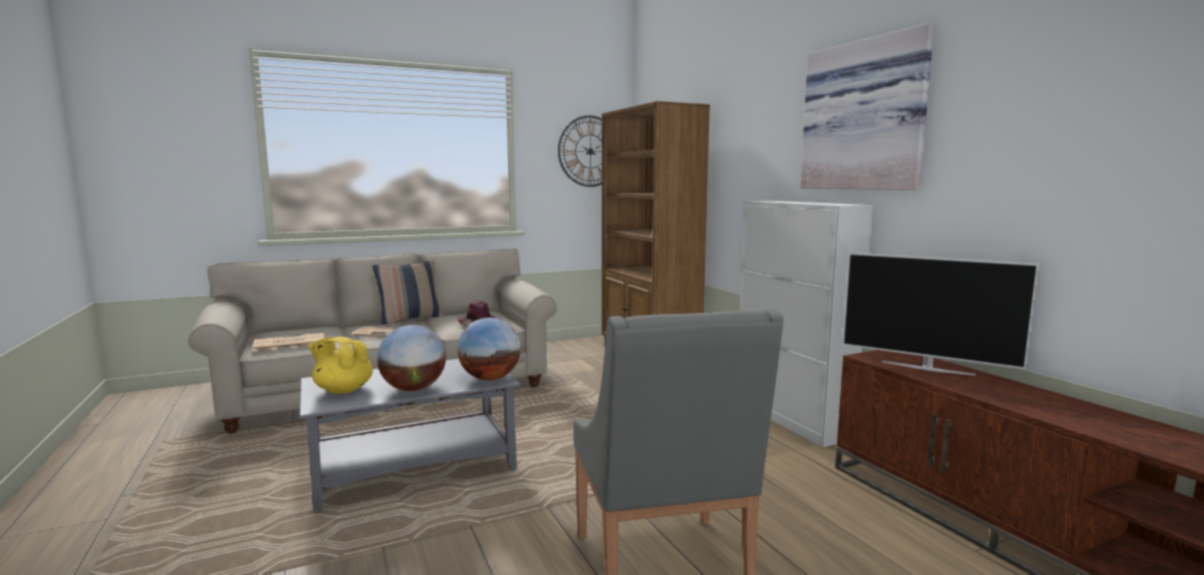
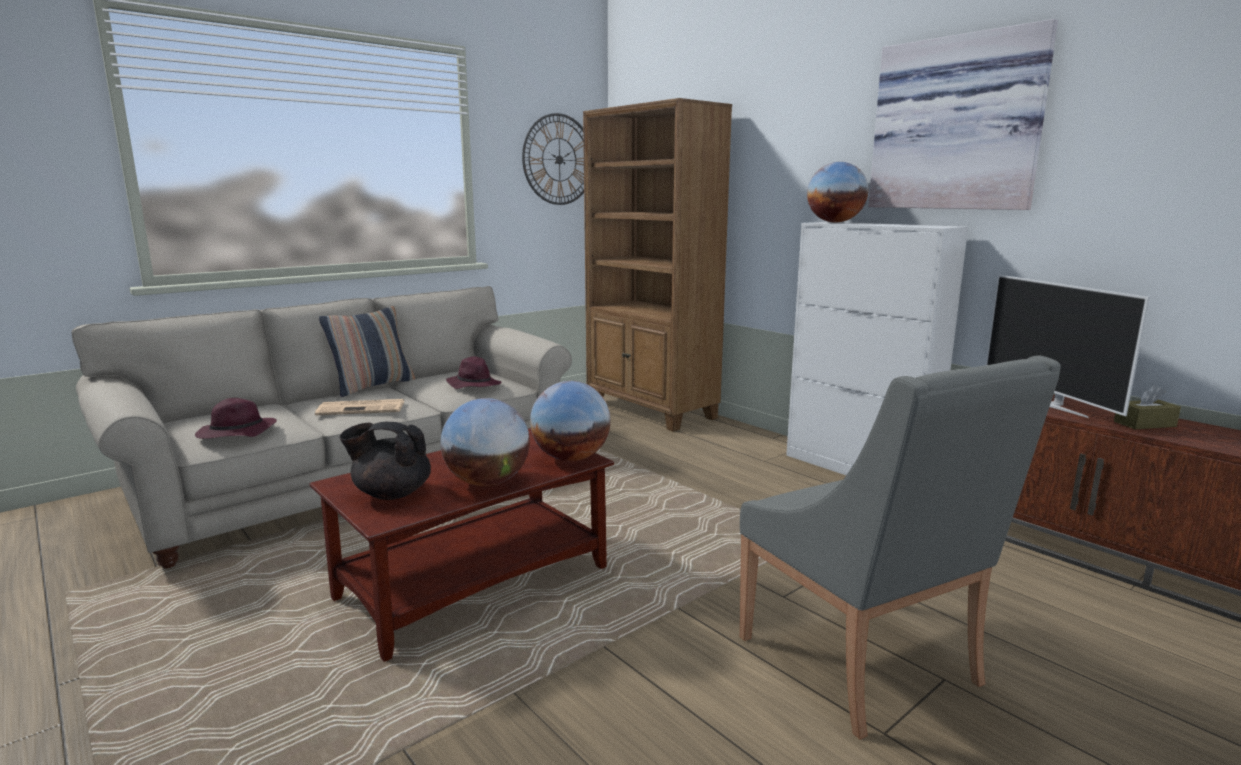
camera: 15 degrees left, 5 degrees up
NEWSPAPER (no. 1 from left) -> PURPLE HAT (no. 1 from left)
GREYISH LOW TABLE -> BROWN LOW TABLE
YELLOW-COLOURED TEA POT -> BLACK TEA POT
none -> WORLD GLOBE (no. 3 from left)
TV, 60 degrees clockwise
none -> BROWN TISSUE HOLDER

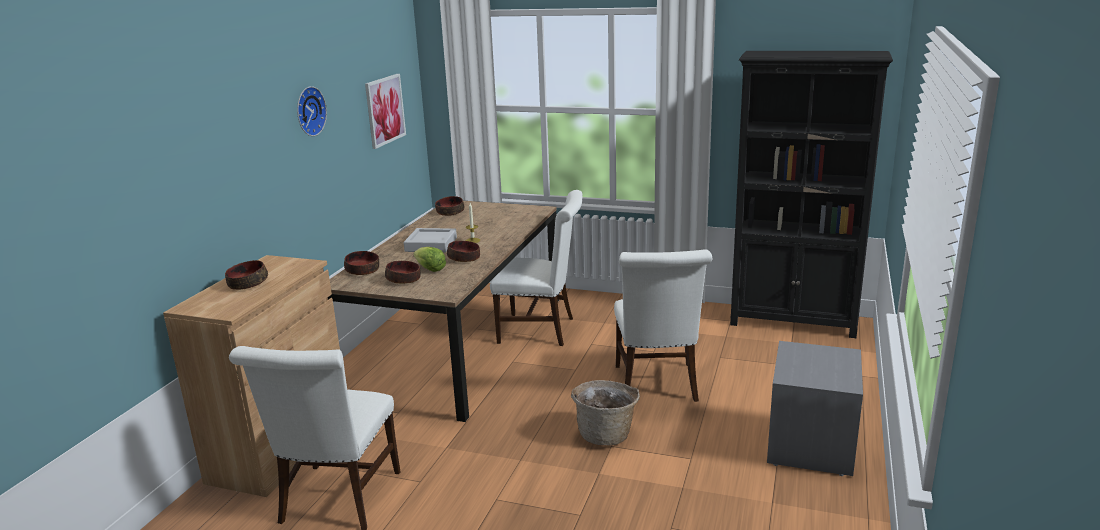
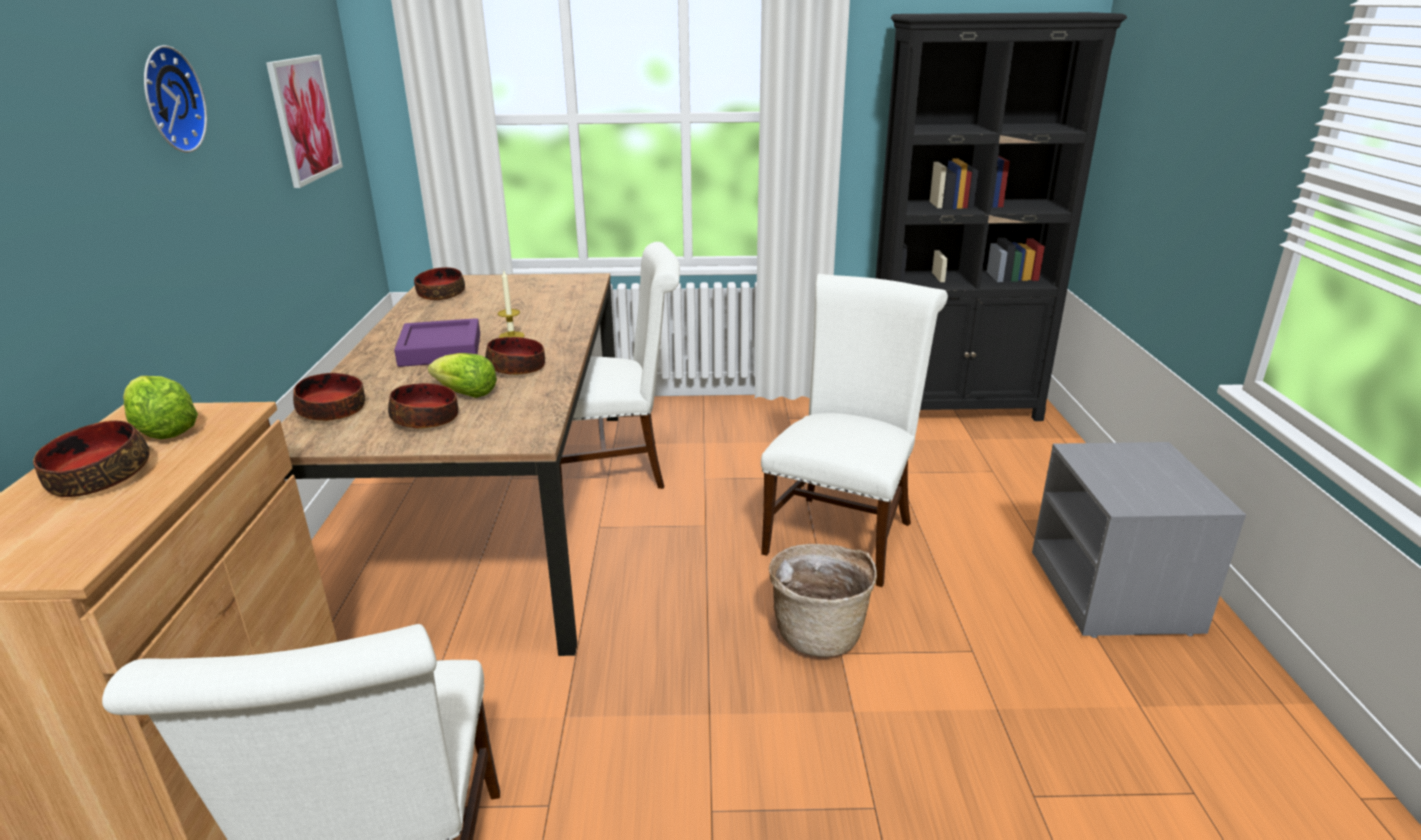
camera: 20 degrees left, 5 degrees up
none -> LETTUCE (no. 1 from left)
GREYISH CARRYING TRAY -> PURPLE CARRYING TRAY
WHITISH UPRIGHT CHAIR (no. 3 from left), 135 degrees counterclockwise

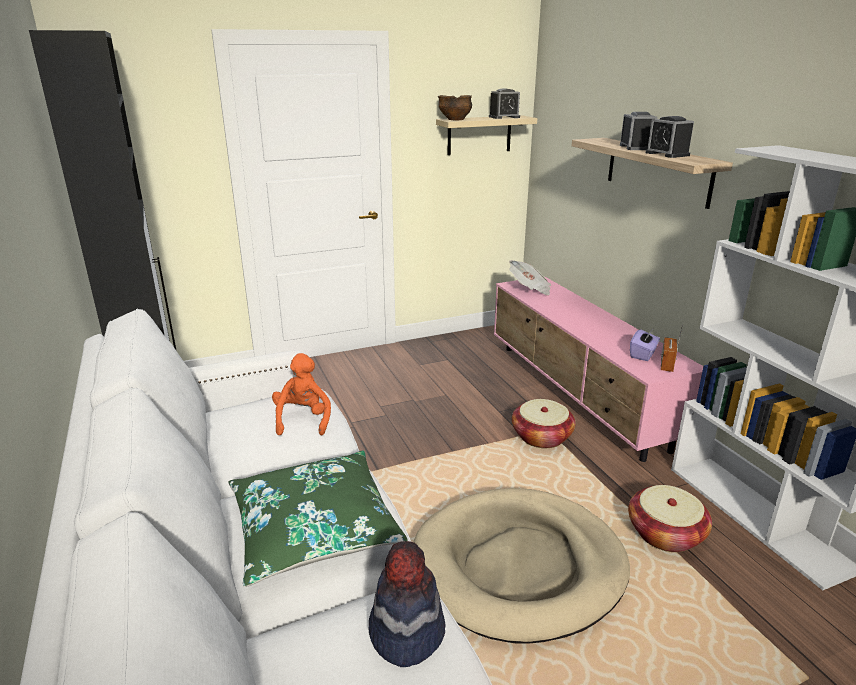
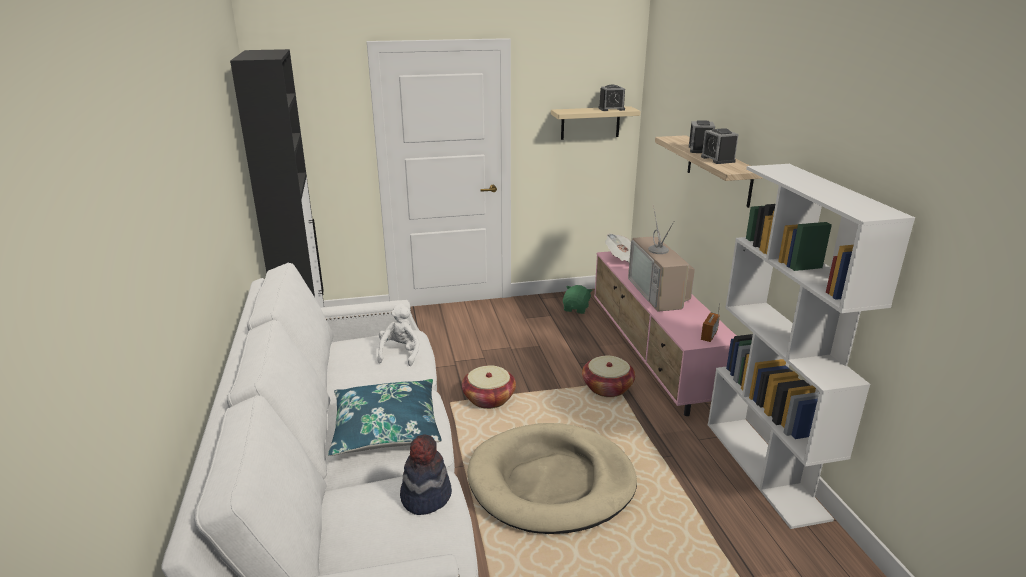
camera: 10 degrees right, 0 degrees up
GREEN-COLOURED THROW PILLOW -> BLUE THROW PILLOW
ORANGE CUDDLY TOY -> WHITISH CUDDLY TOY
HOUSEHOLD BASKET (no. 2 from left in the first image) -> HOUSEHOLD BASKET (no. 1 from left), relocated
none -> GREEN-COLOURED CUDDLY TOY
none -> TV
DEEP DISH -> none
PURPLE TISSUE HOLDER -> none

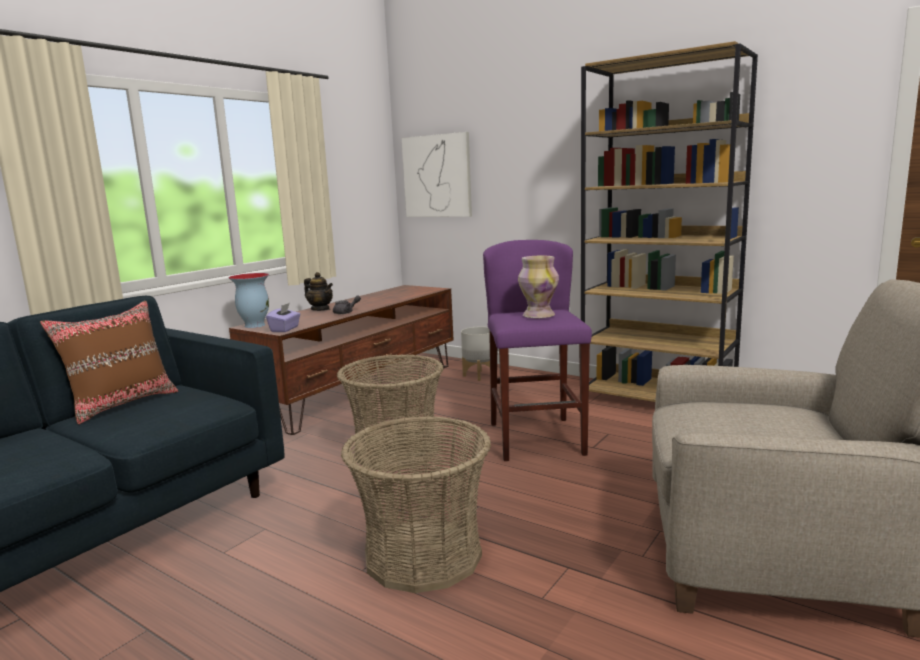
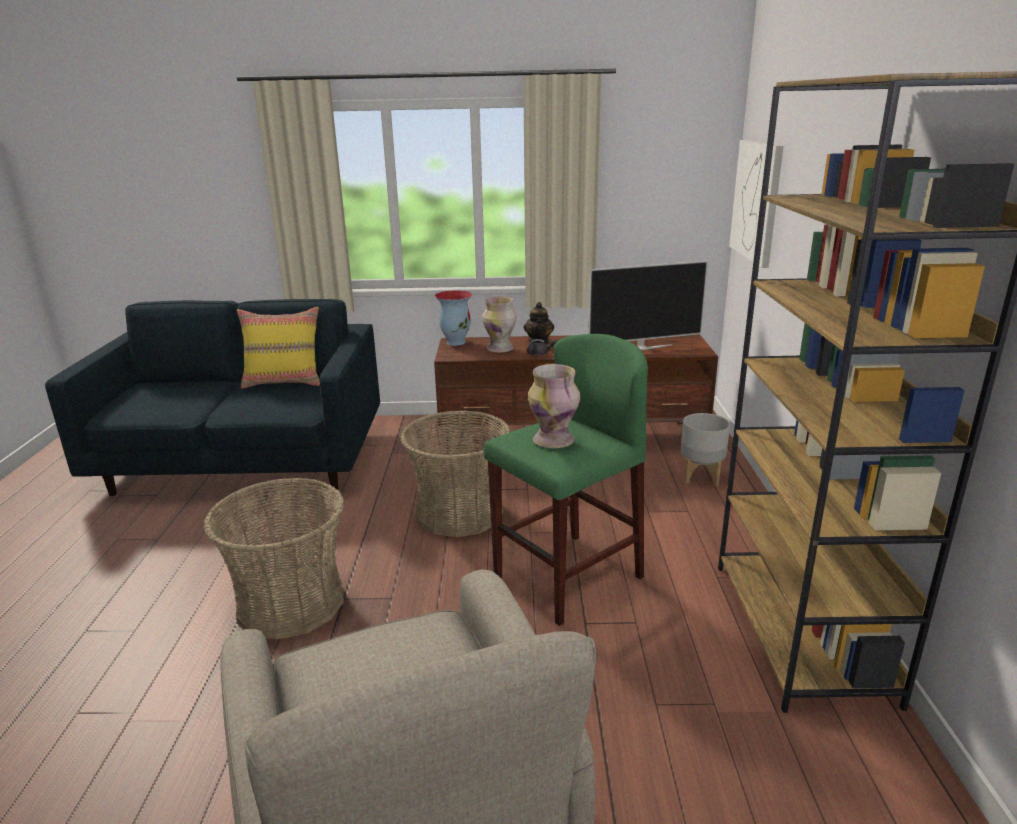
camera: 55 degrees right, 10 degrees up
BROWN THROW PILLOW -> YELLOW-COLOURED THROW PILLOW
none -> VASE (no. 2 from left)
PURPLE SITTING STOOL -> GREEN-COLOURED SITTING STOOL
none -> TV
PURPLE TISSUE HOLDER -> none

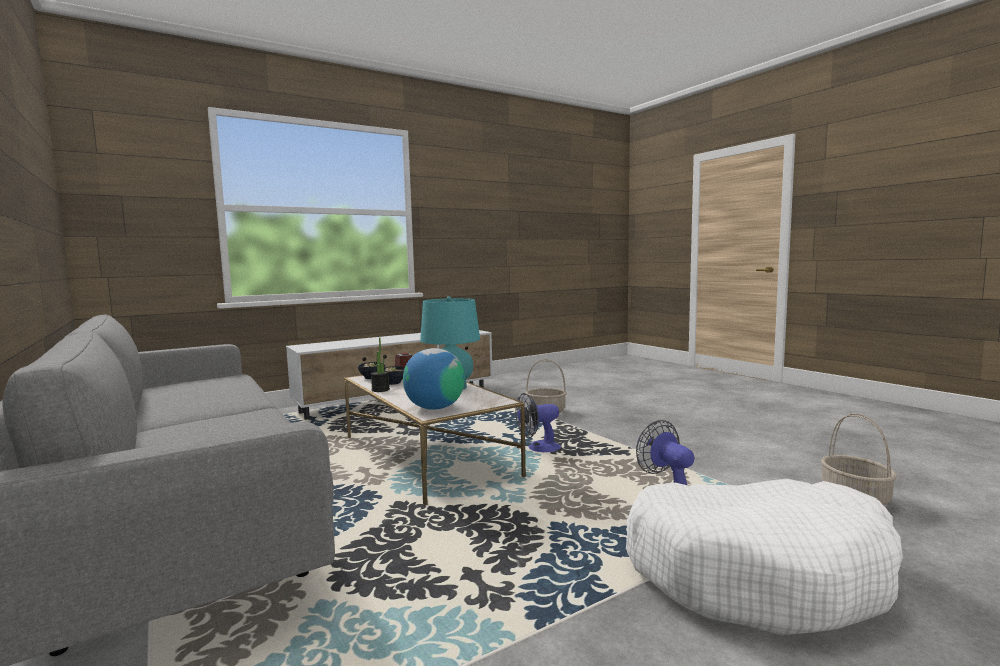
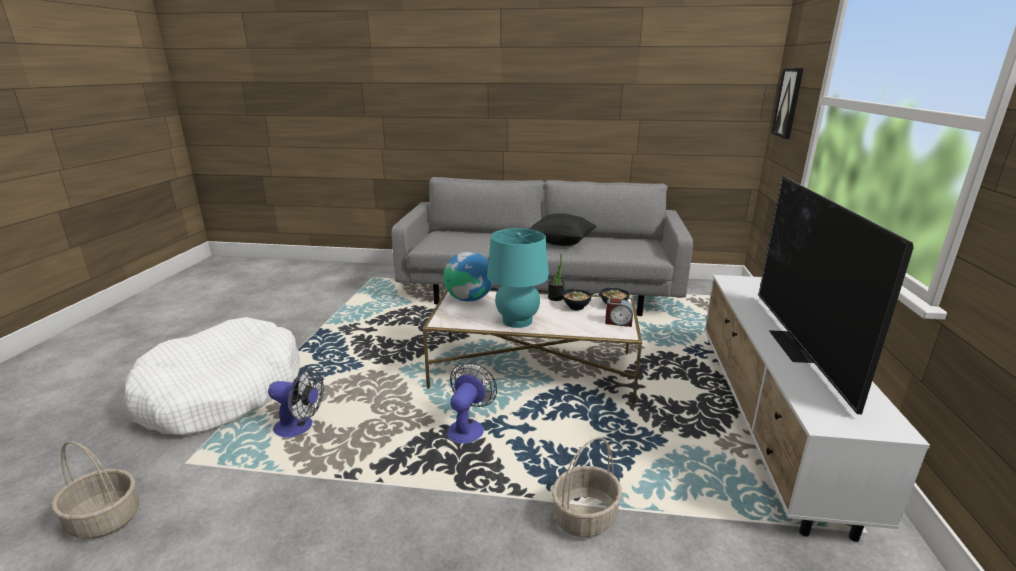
camera: 130 degrees right, 15 degrees up
none -> BLACK THROW PILLOW
none -> TV
none -> WALL ART

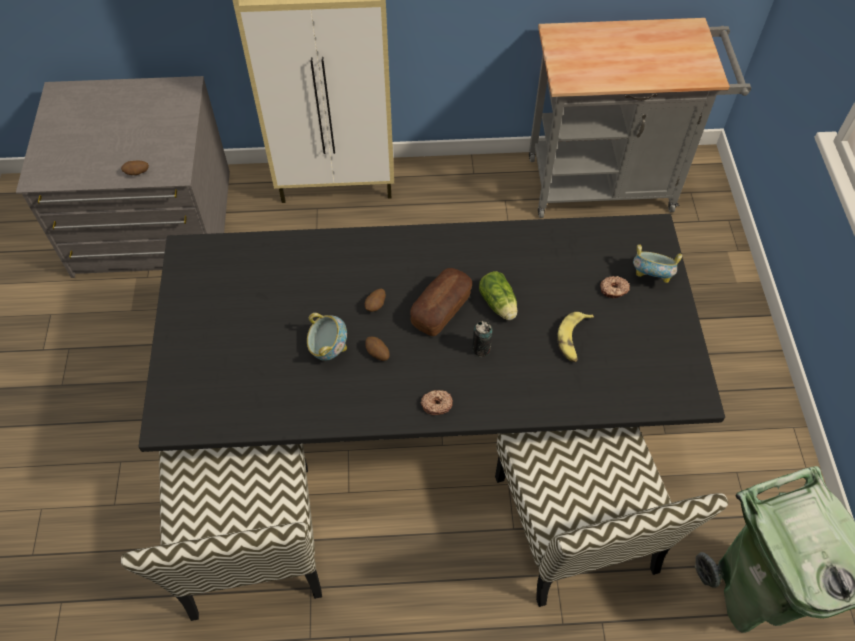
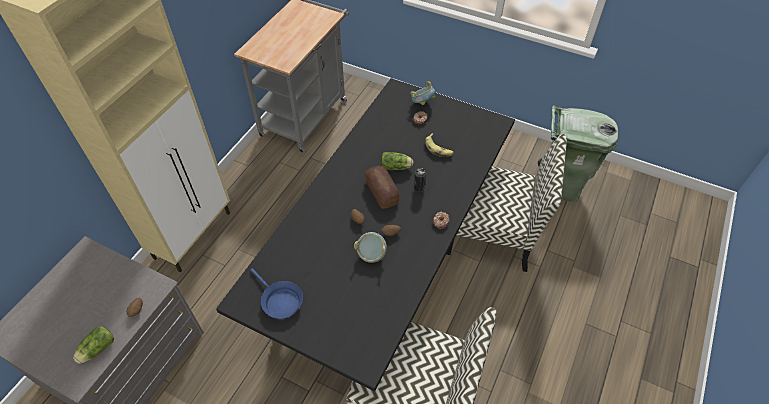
camera: 60 degrees left, 5 degrees down
none -> LETTUCE (no. 1 from left)
none -> BLUE SKILLET

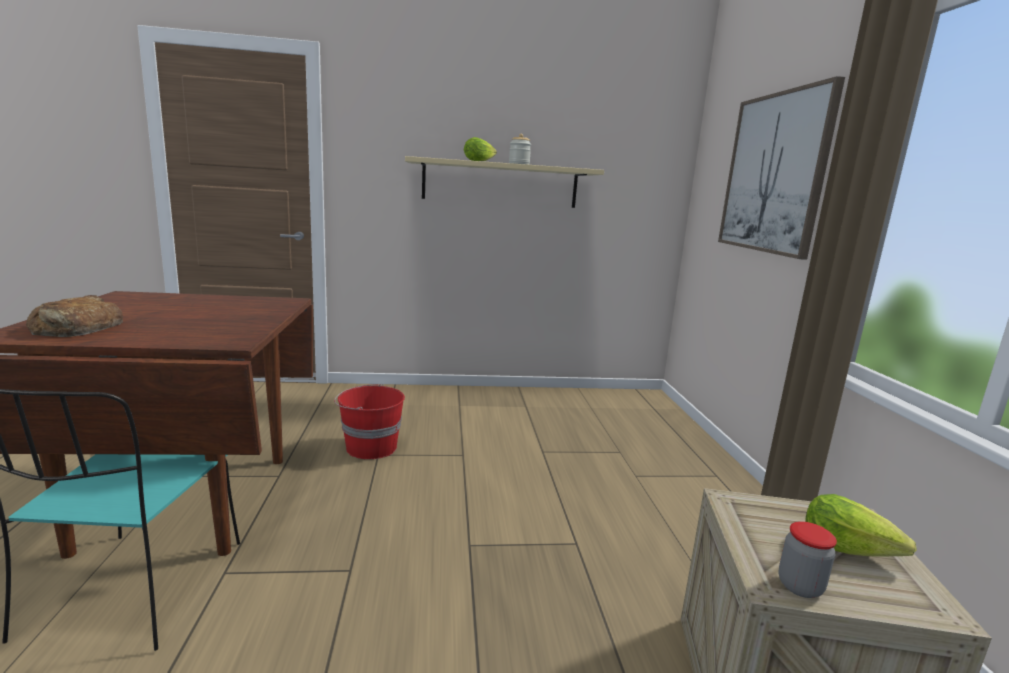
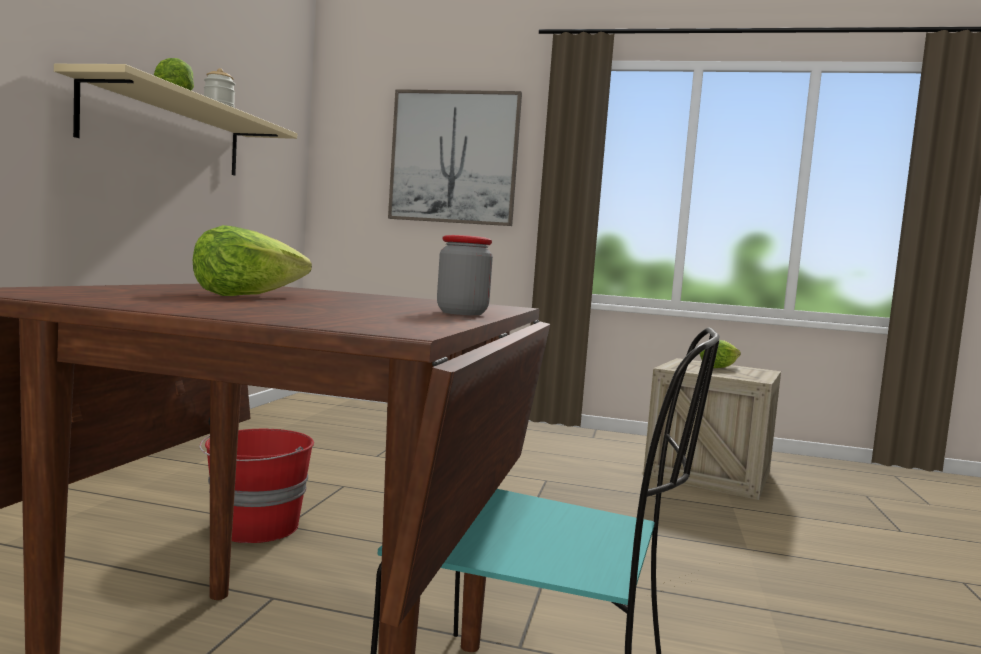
camera: 70 degrees left, 10 degrees down
none -> LETTUCE (no. 2 from left)
JAR (no. 2 from left), relocated
BREAD -> none

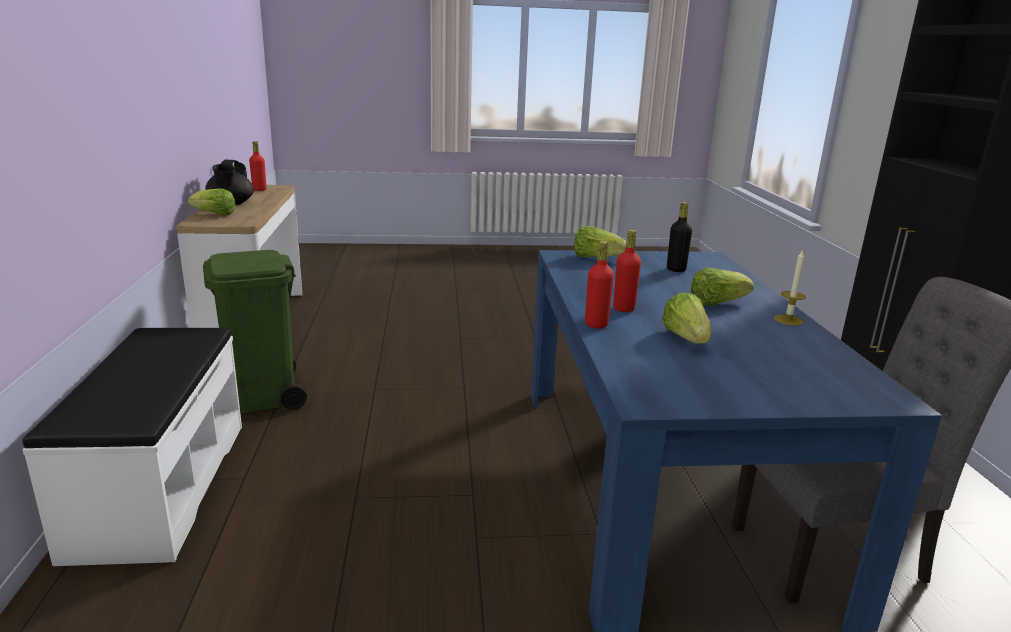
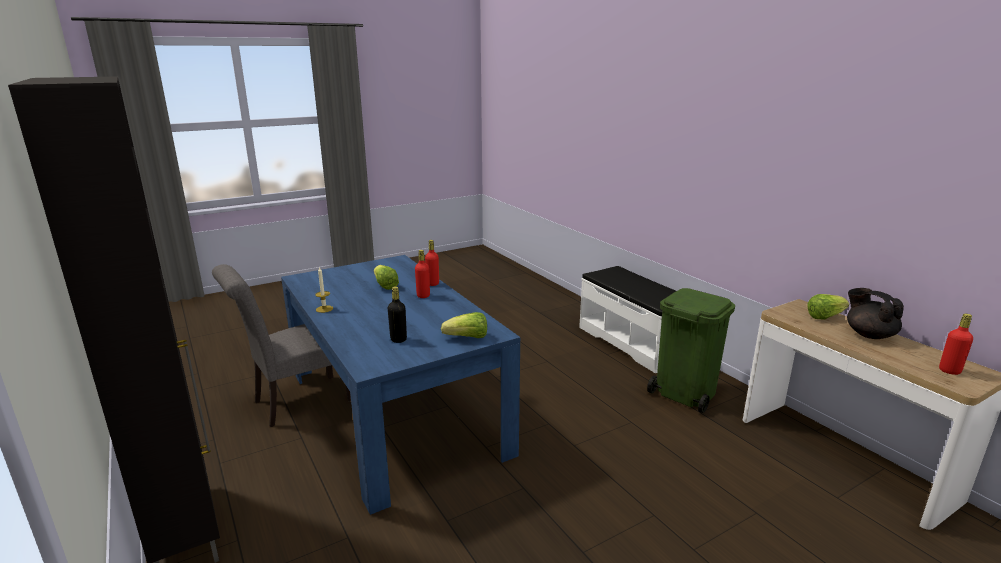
camera: 155 degrees right, 0 degrees up
LETTUCE (no. 4 from left) -> none

